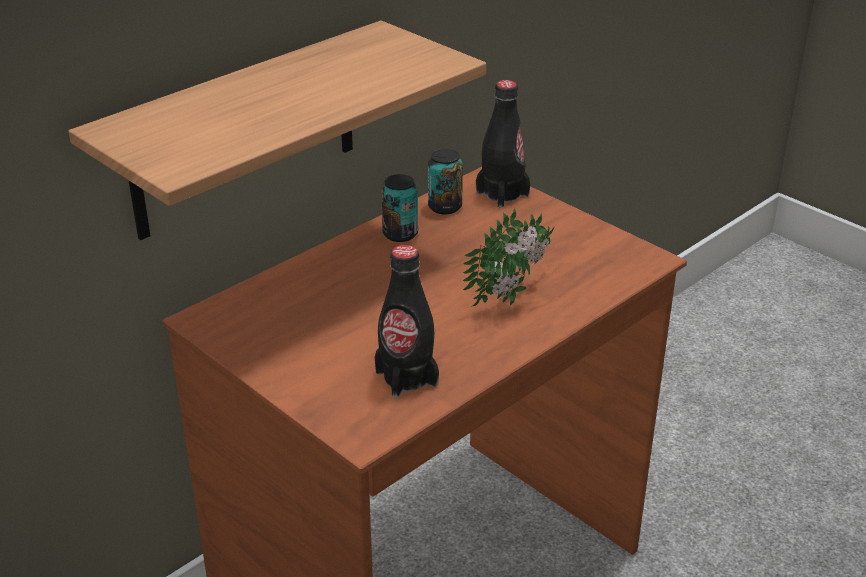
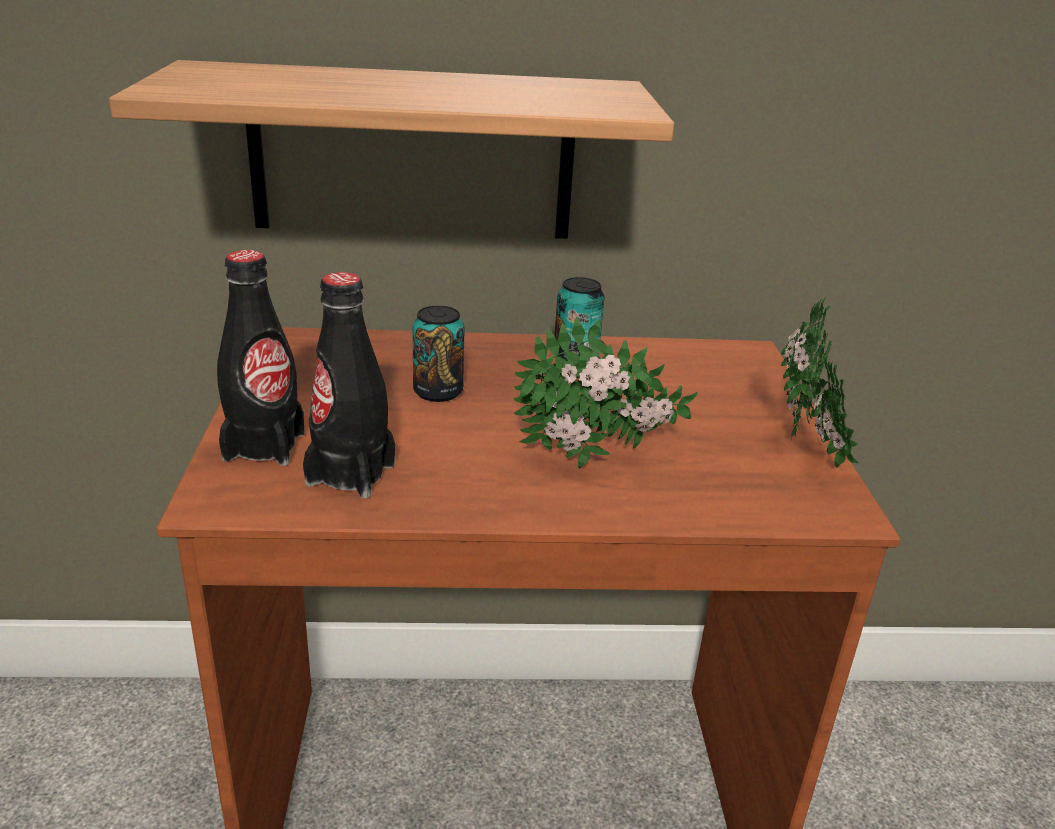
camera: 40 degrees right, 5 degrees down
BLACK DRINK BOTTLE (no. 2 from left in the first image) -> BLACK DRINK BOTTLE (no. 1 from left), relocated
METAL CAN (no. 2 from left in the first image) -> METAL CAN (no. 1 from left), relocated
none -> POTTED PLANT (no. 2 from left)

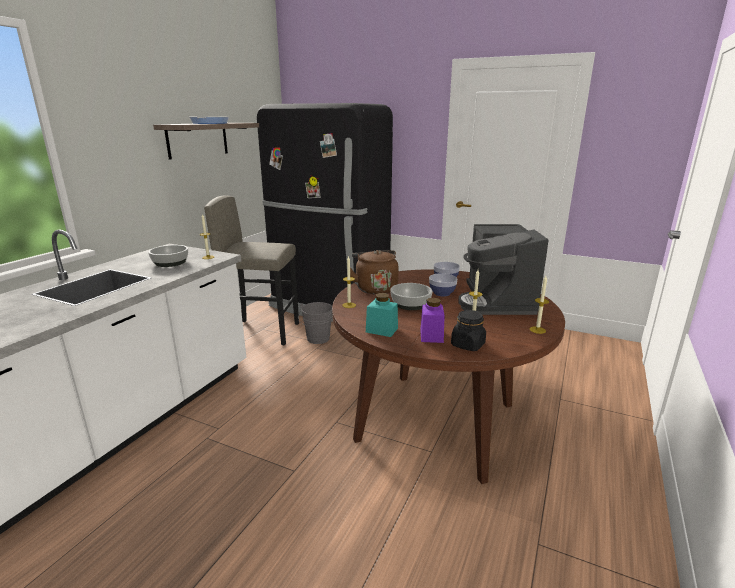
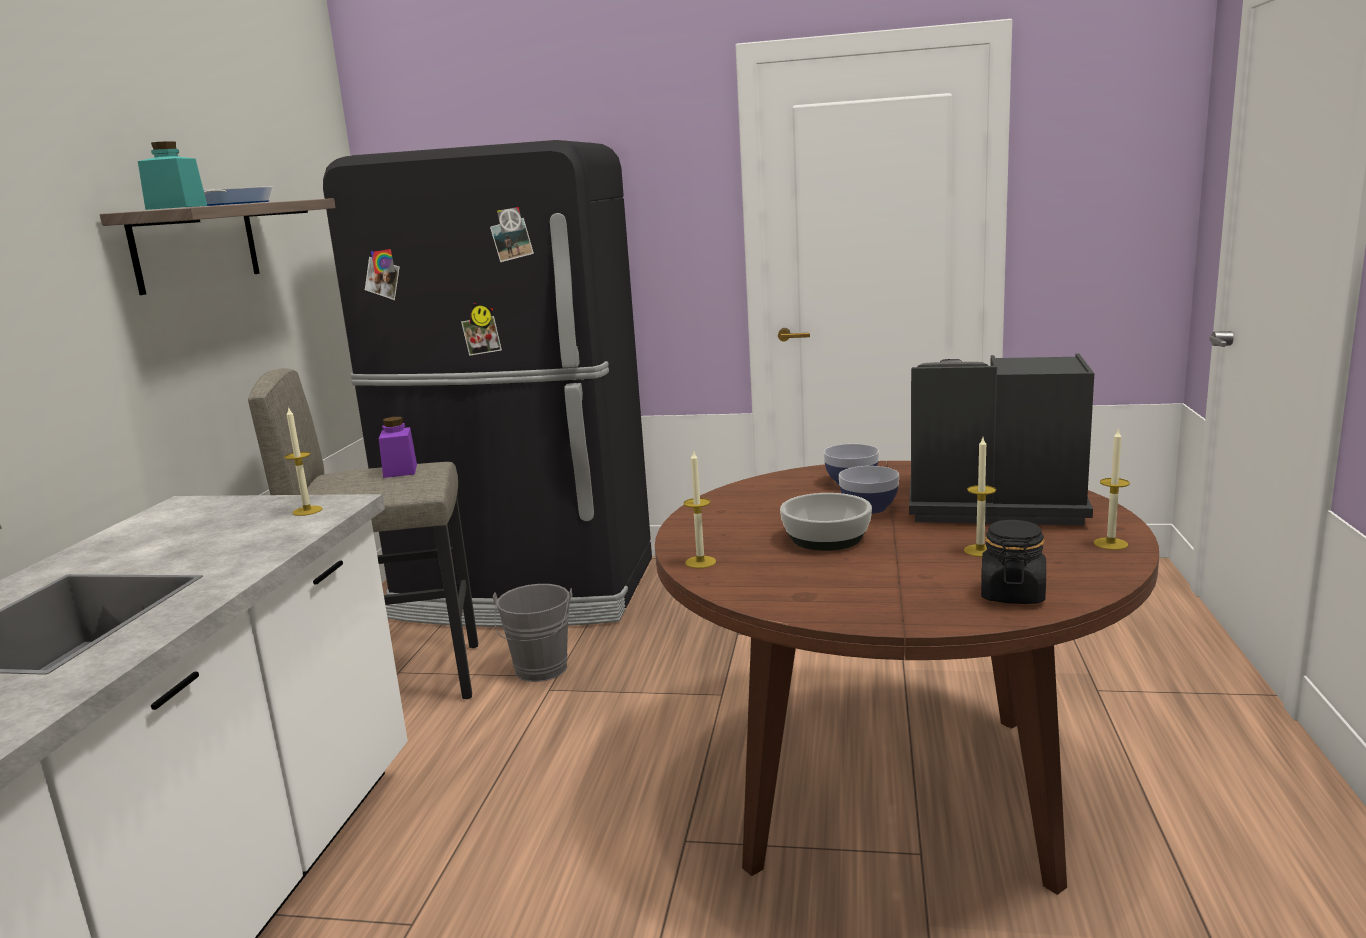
camera: 15 degrees left, 5 degrees down
BLUE-GREEN JAR, relocated
PURPLE JAR, relocated
COFFEE MAKER, 120 degrees clockwise
DEEP DISH (no. 1 from left) -> none
BROWN TEA KETTLE -> none

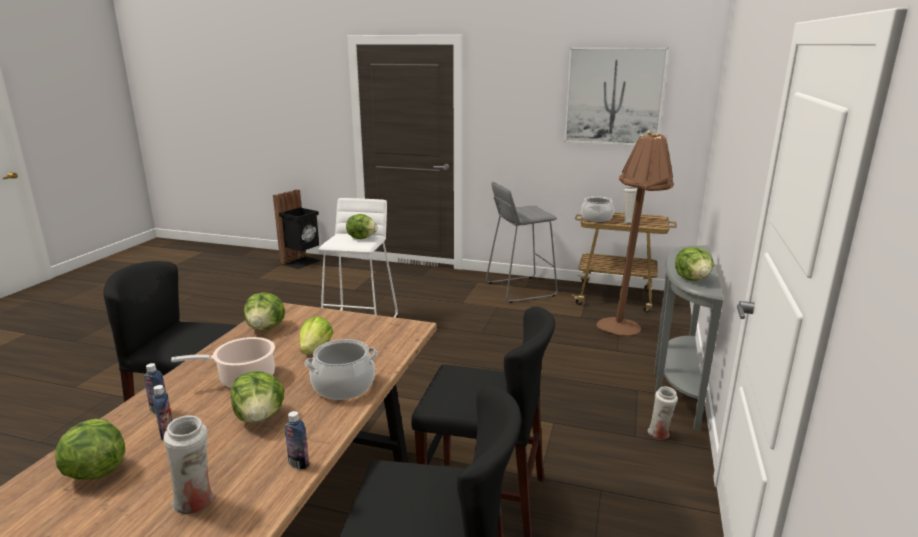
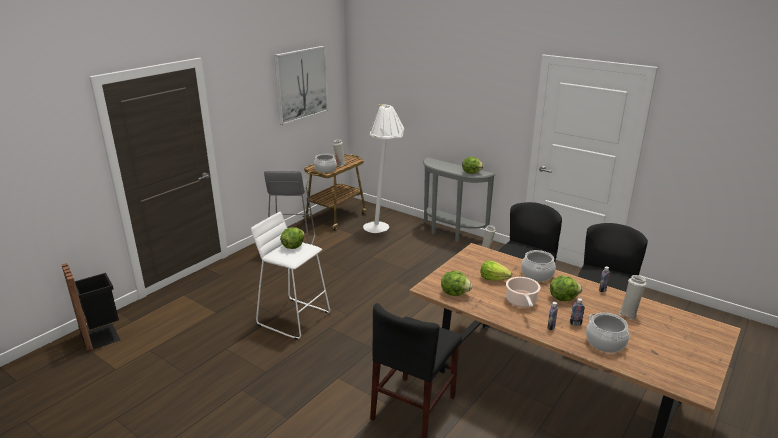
camera: 70 degrees left, 5 degrees up
BROWN STANDING LAMP -> WHITISH STANDING LAMP
LETTUCE (no. 1 from left) -> STOCKPOT (no. 4 from left)

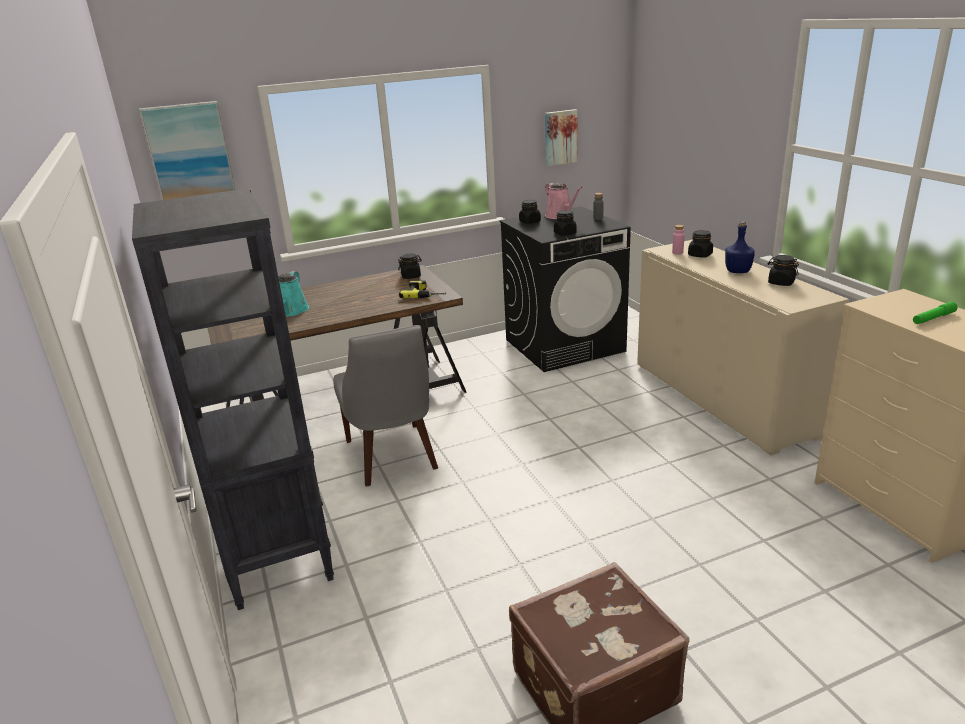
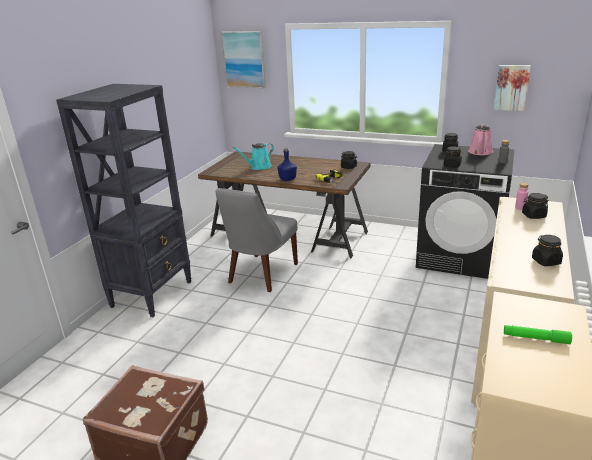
camera: 45 degrees right, 0 degrees up
BLUE DRINK BOTTLE, relocated

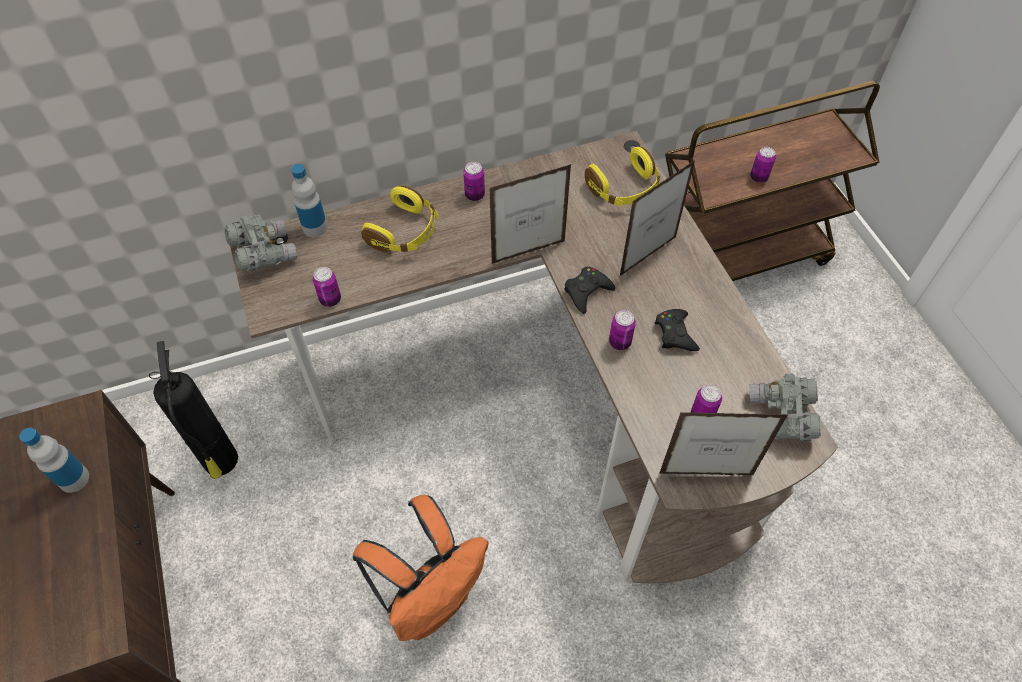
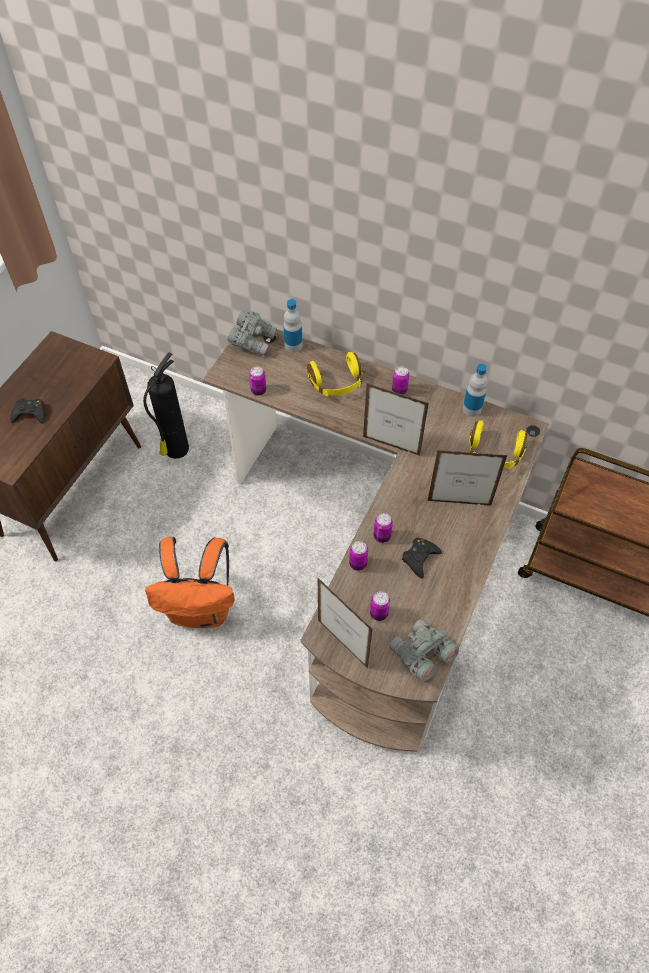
camera: 45 degrees right, 0 degrees up
BLACK JOYPAD (no. 1 from left), relocated
METAL CAN (no. 5 from left in the first image) -> METAL CAN (no. 2 from left), relocated
DRINK BOTTLE (no. 1 from left in the first image) -> DRINK BOTTLE (no. 2 from left), relocated

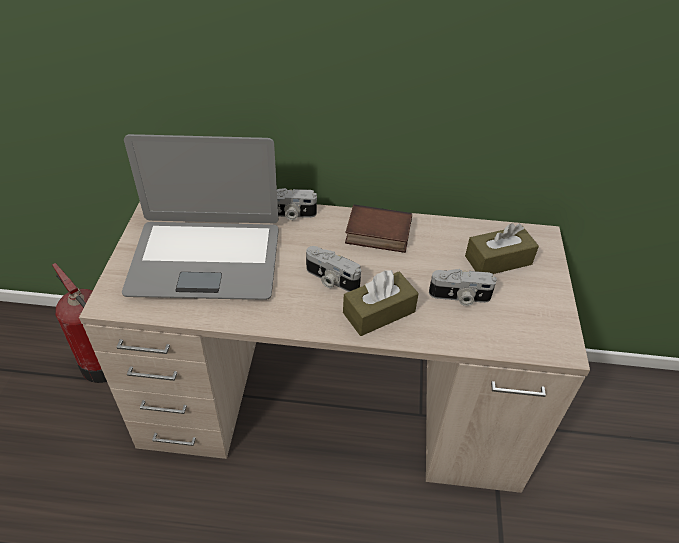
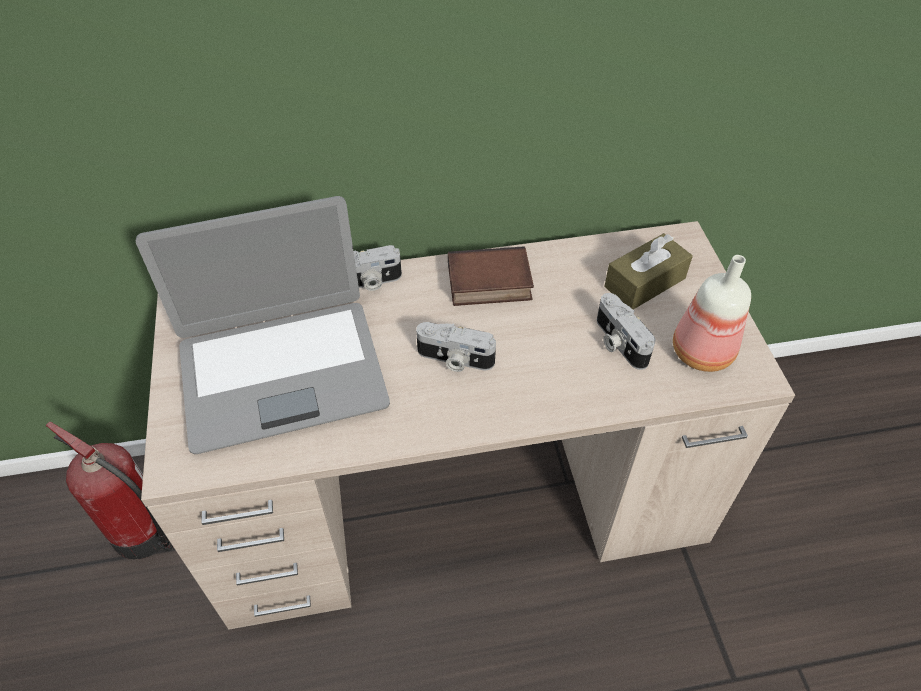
camera: 15 degrees left, 5 degrees up
PHOTO CAMERA (no. 3 from left), 75 degrees clockwise
none -> DRINK BOTTLE
BROWN TISSUE HOLDER (no. 1 from left) -> none

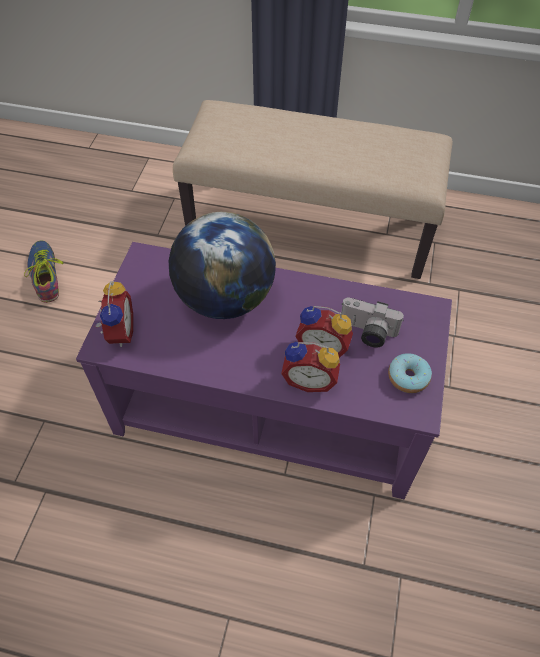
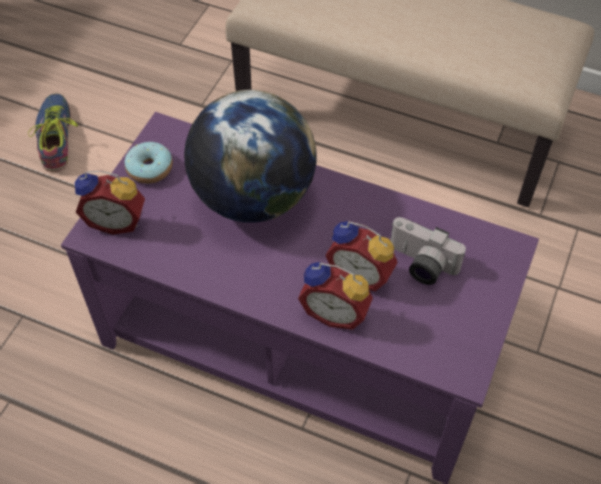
camera: 10 degrees right, 0 degrees up
ALARM CLOCK (no. 1 from left), 90 degrees clockwise
DONUT, relocated

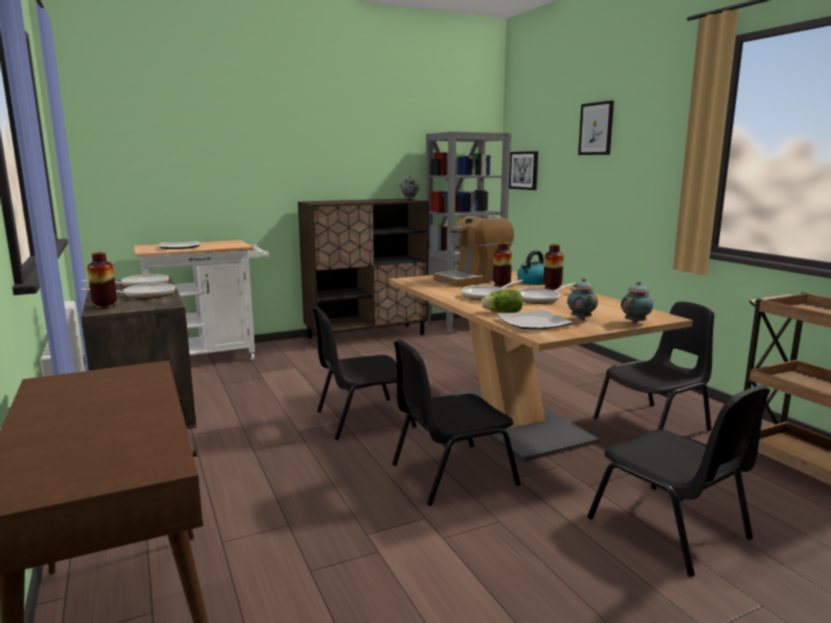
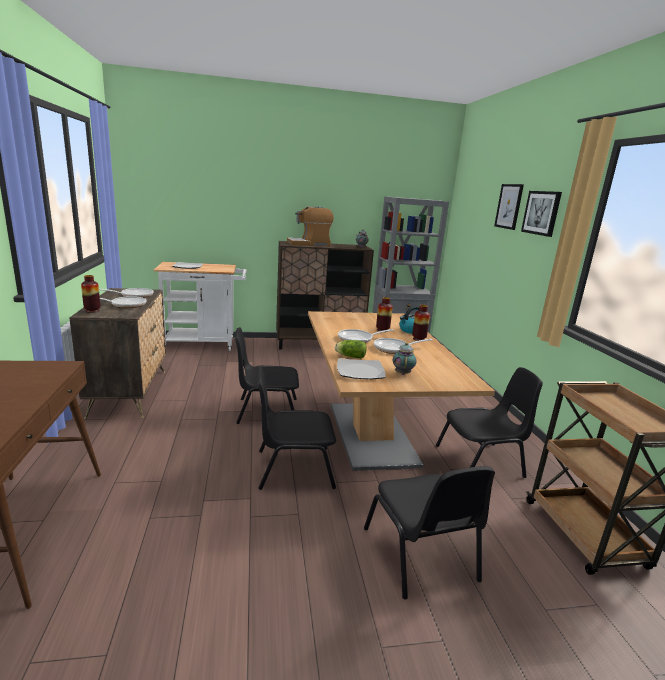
camera: 15 degrees right, 5 degrees up
COFFEE MAKER, relocated
WALL ART (no. 1 from left in the first image) -> WALL ART (no. 2 from left), relocated
TEA POT (no. 3 from left) -> none

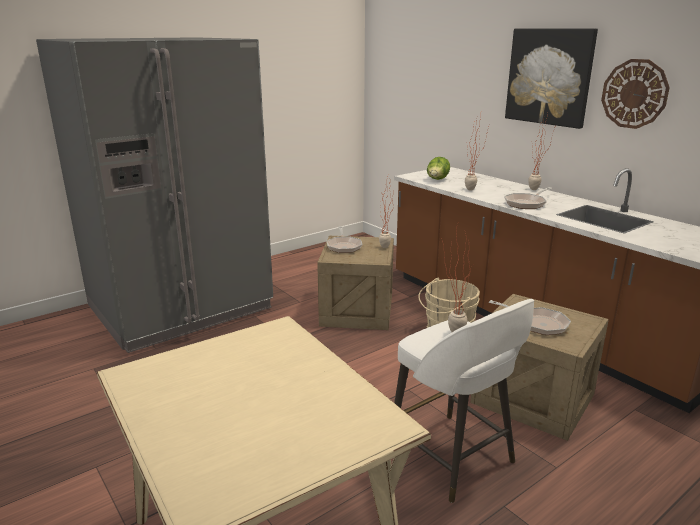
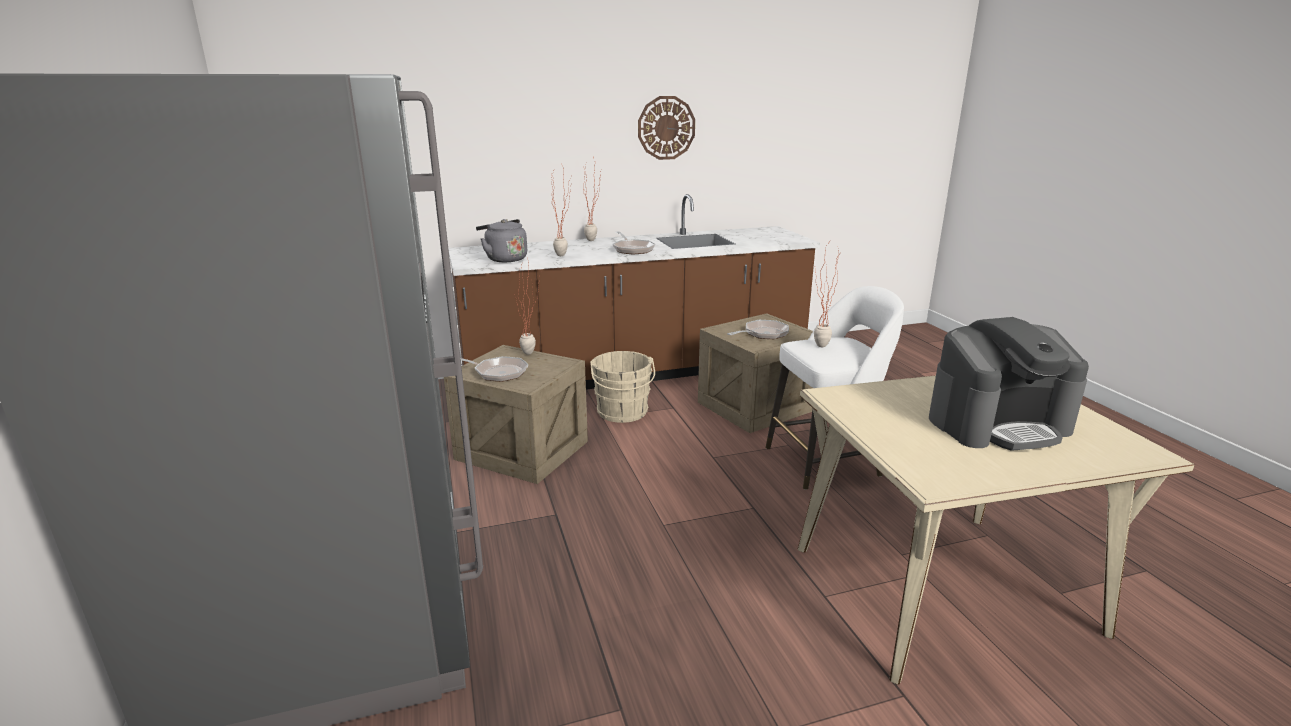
camera: 70 degrees left, 0 degrees up
LETTUCE -> GREYISH TEA KETTLE
none -> COFFEE MAKER
WALL ART -> none

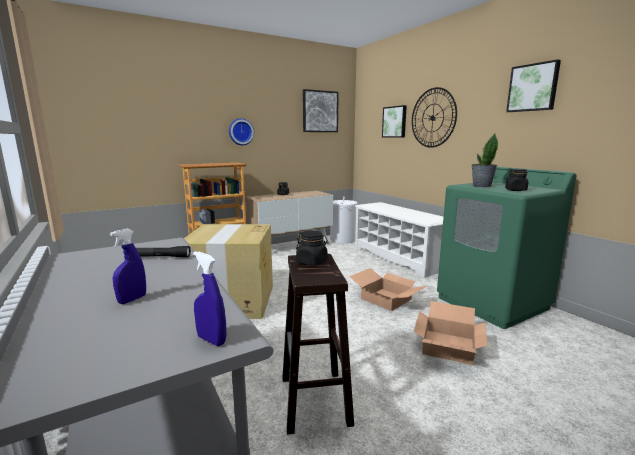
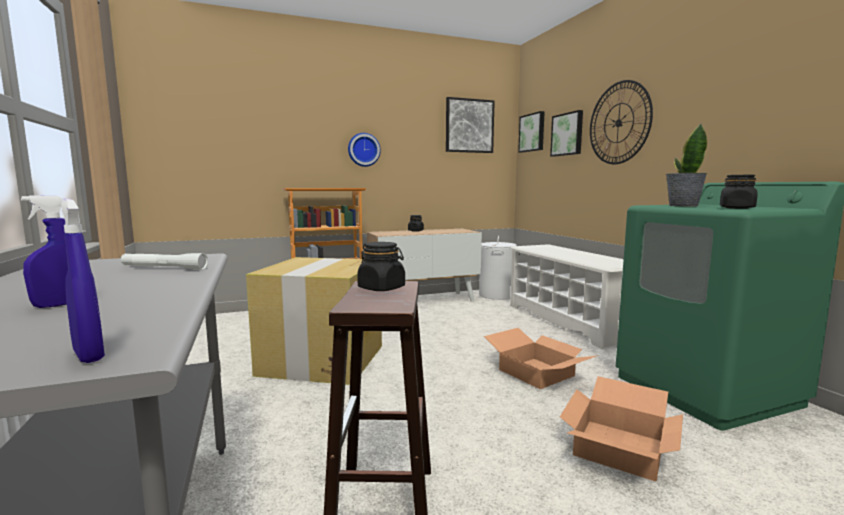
camera: 10 degrees right, 5 degrees down
BLACK TORCH -> WHITISH TORCH
WALL ART (no. 3 from left in the first image) -> WALL ART (no. 2 from left), relocated

